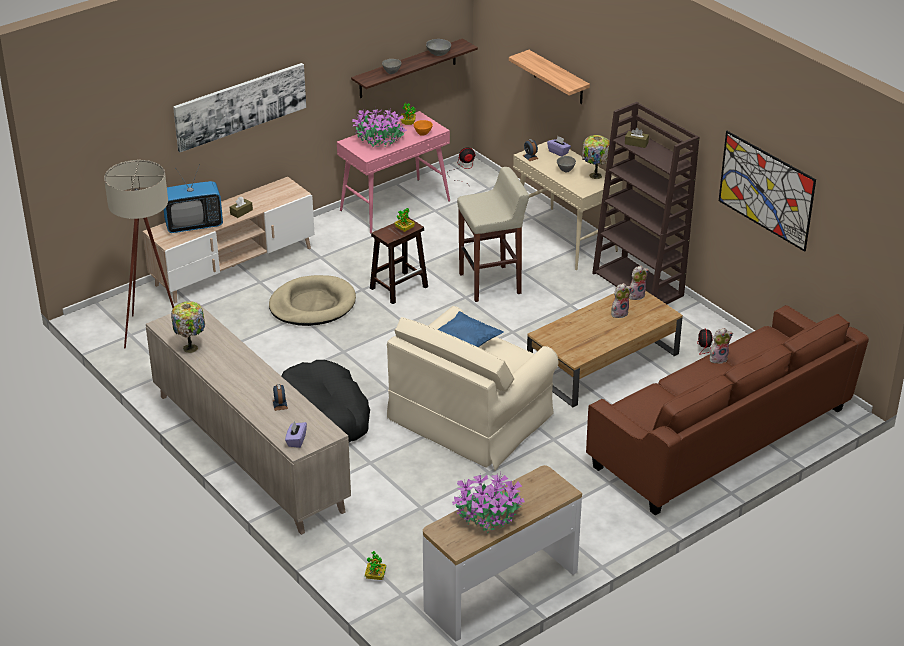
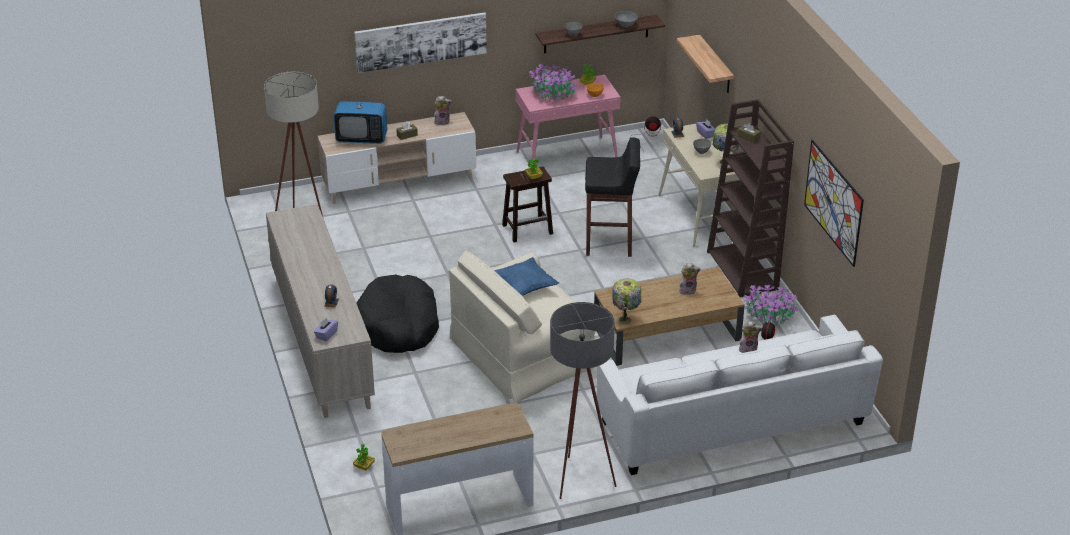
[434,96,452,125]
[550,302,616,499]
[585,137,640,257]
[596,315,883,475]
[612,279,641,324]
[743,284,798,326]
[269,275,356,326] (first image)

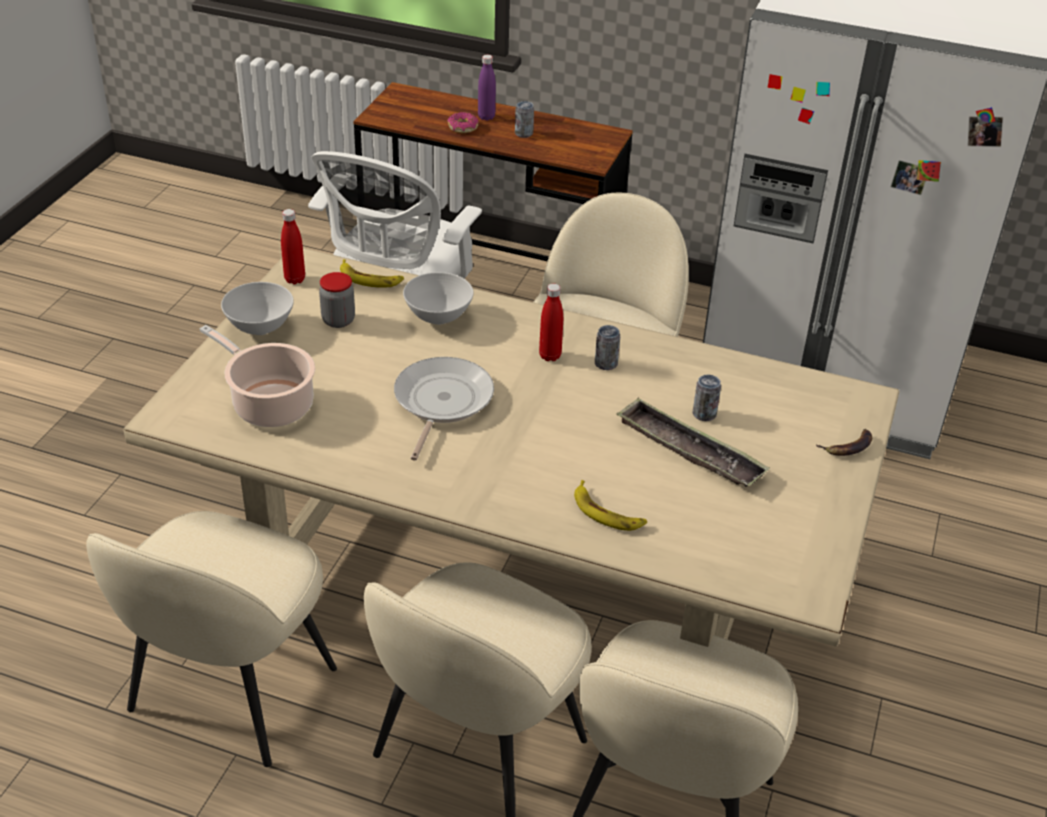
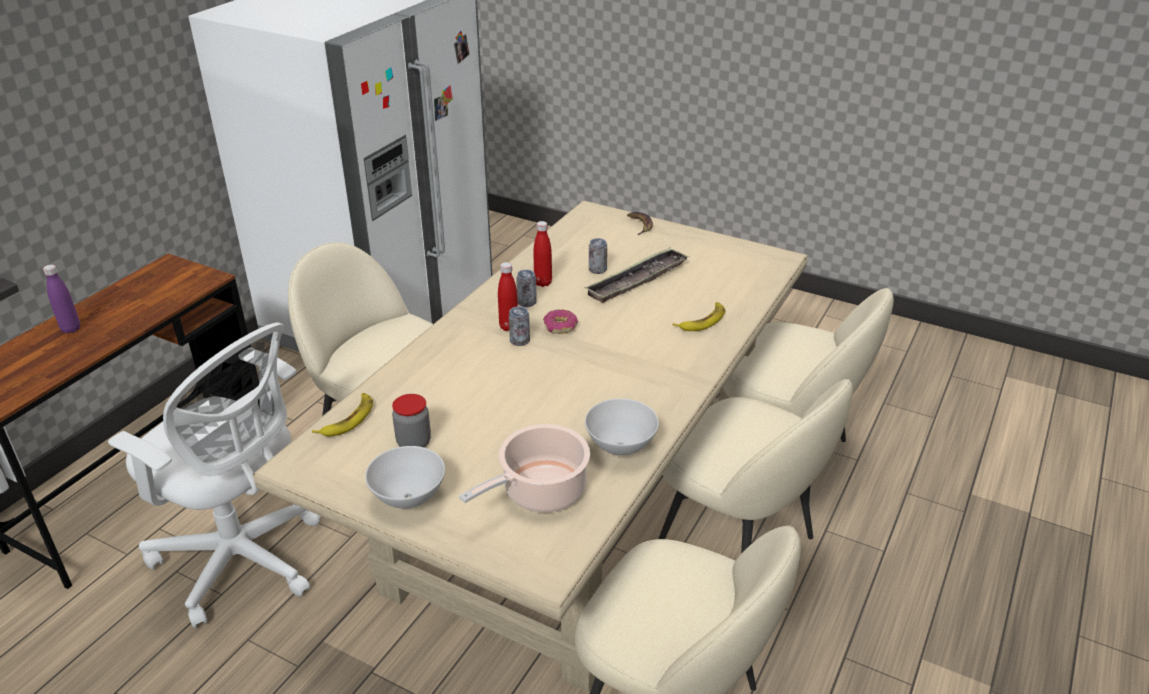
[509,306,530,346]
[533,221,552,287]
[543,309,578,334]
[585,398,659,455]
[394,357,494,461] (first image)

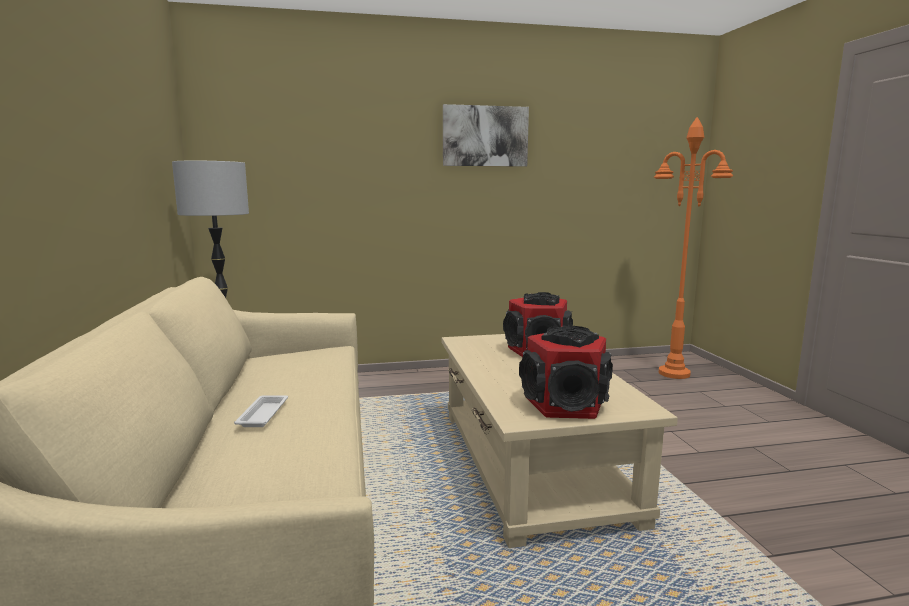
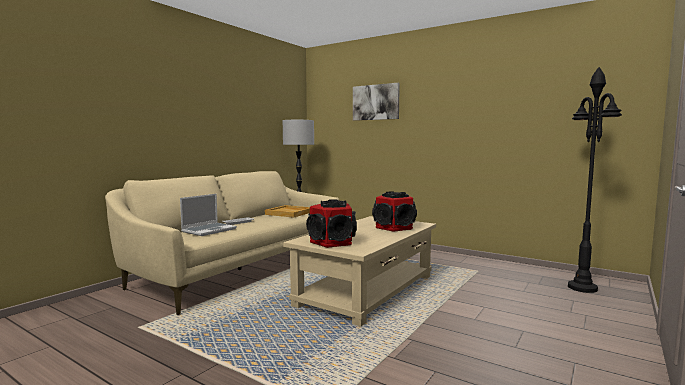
[180,194,237,236]
[265,205,310,218]
[353,83,400,121]
[568,67,622,293]

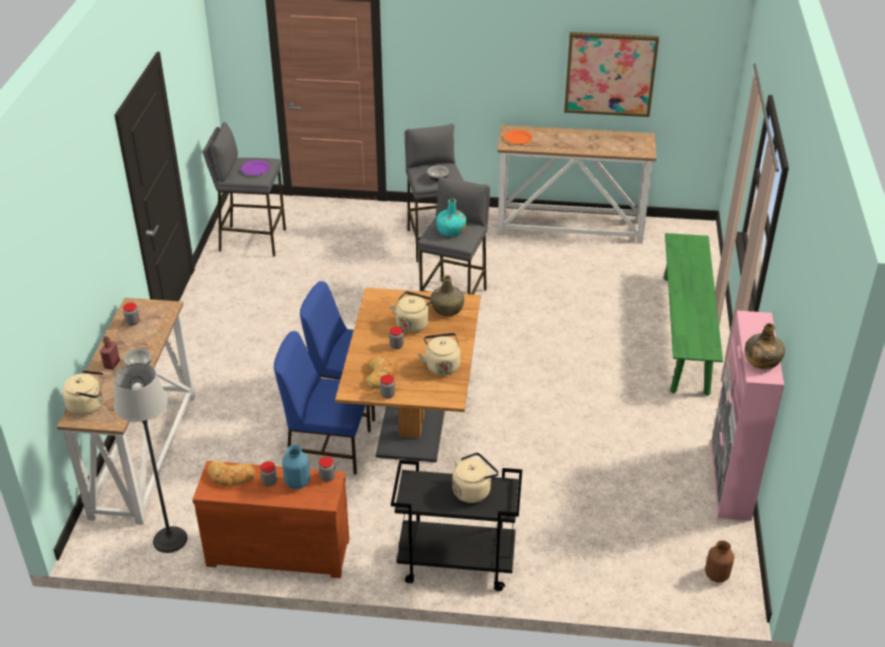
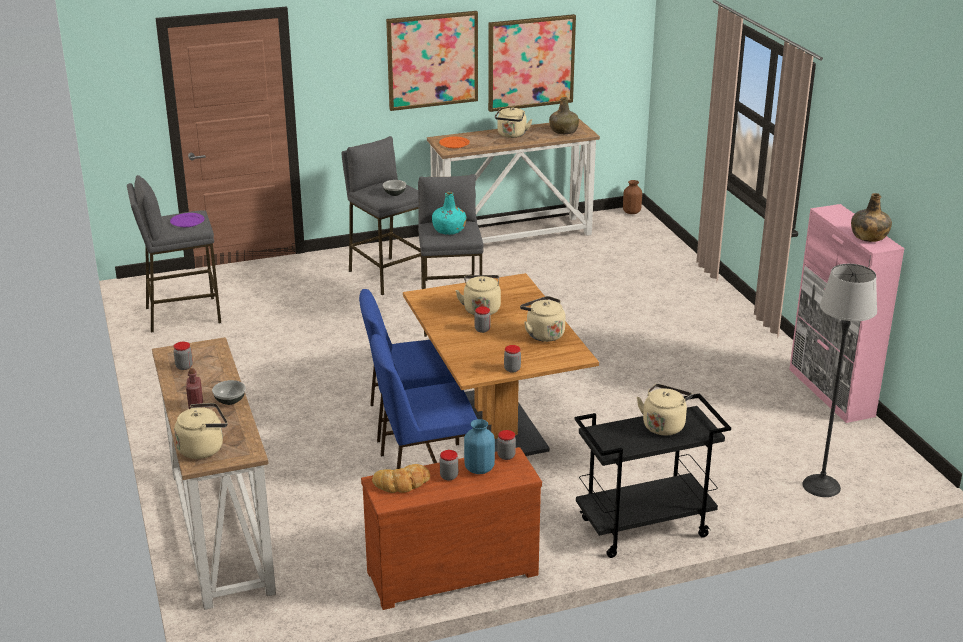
[386,11,478,111]
[495,107,532,138]
[549,97,579,134]
[623,180,642,214]
[802,264,877,497]
[366,356,394,389] (first image)
[663,233,723,396] (first image)

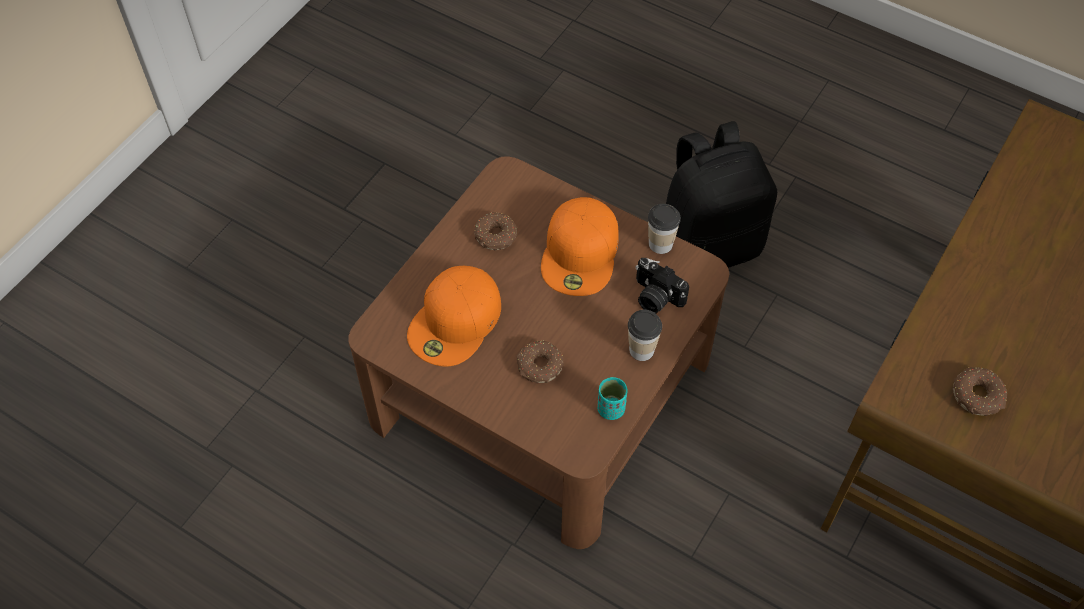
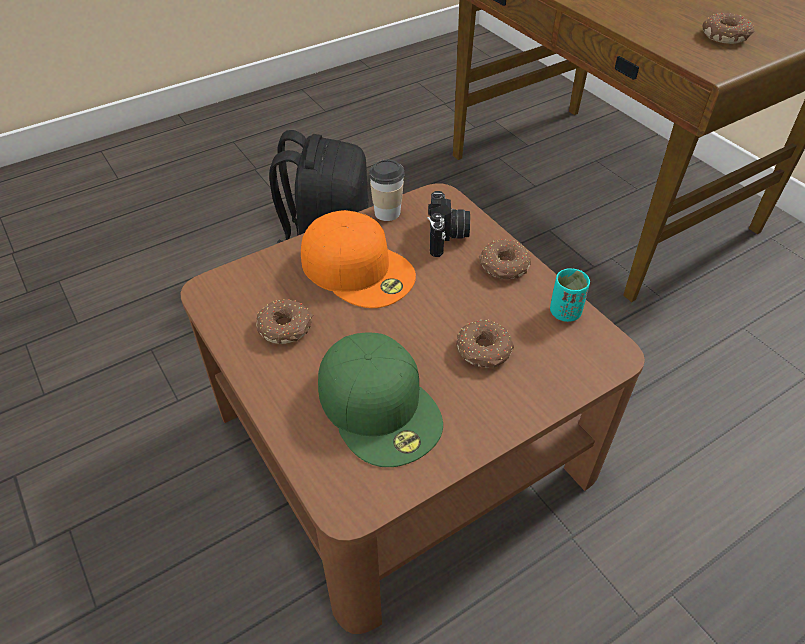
[318,332,443,467]
[427,191,470,257]
[479,239,531,279]

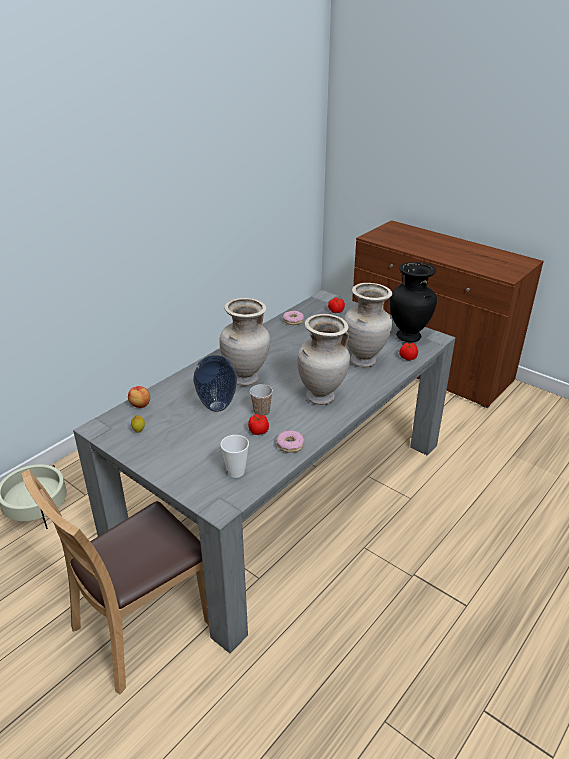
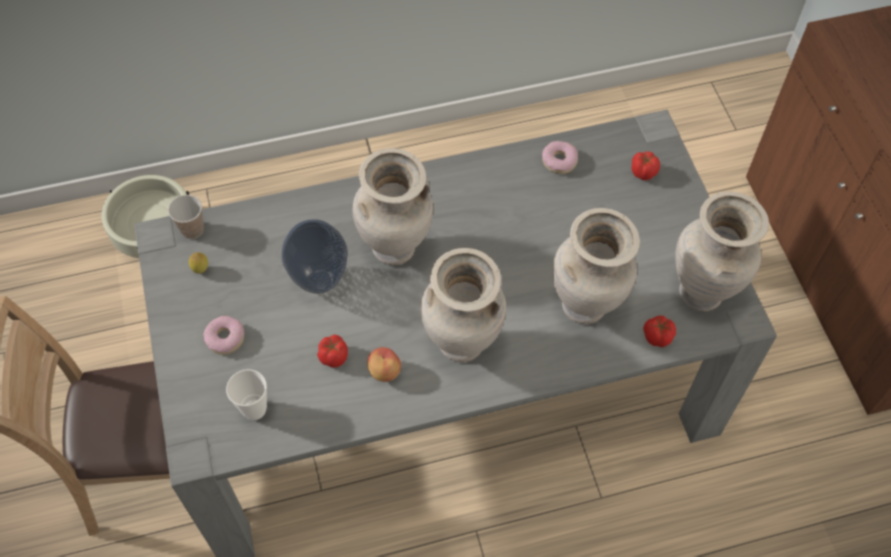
[168,195,204,239]
[204,316,244,355]
[367,347,401,382]
[675,191,769,311]

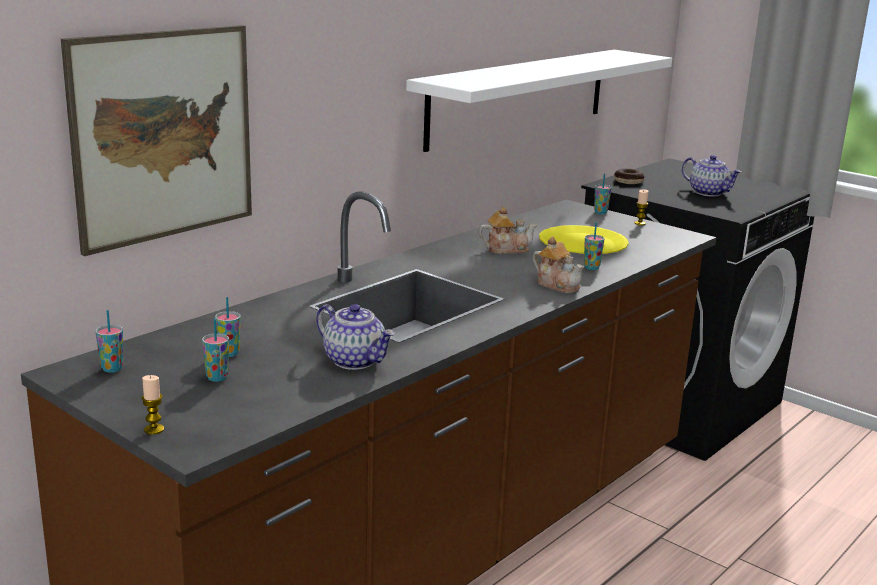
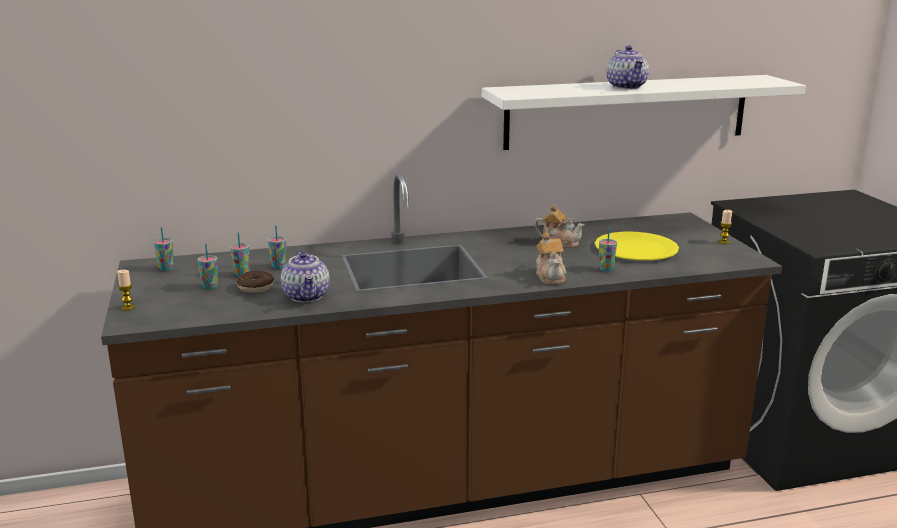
[236,271,274,293]
[268,225,286,269]
[606,45,649,89]
[61,25,252,256] (first image)

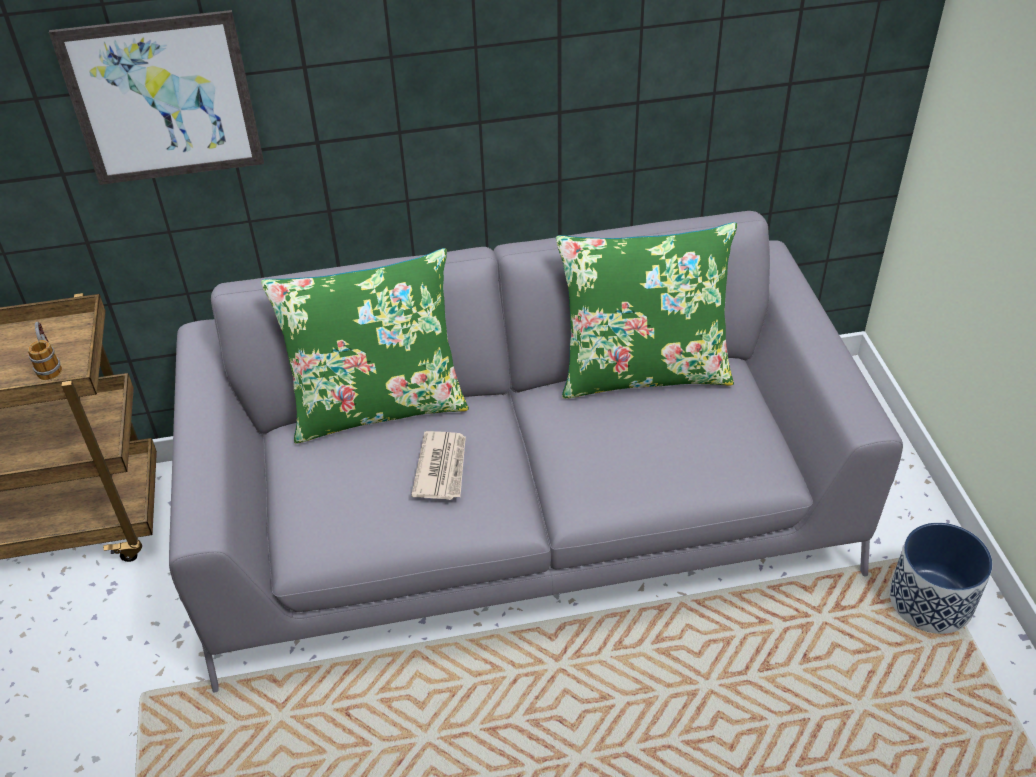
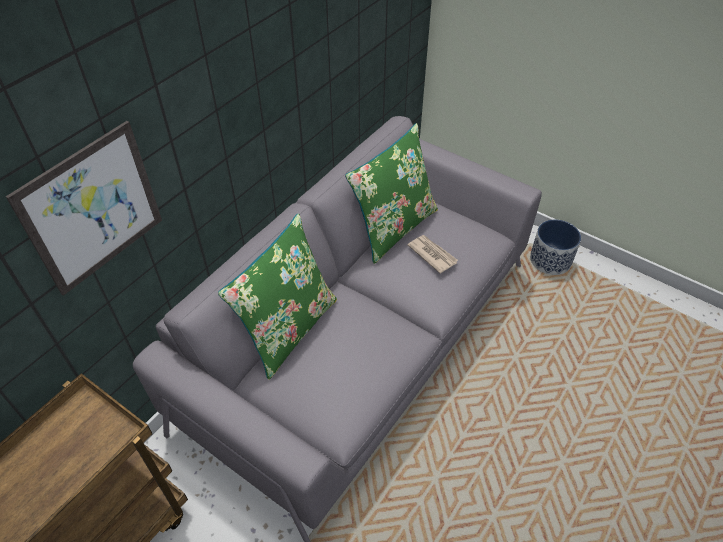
[407,235,458,274]
[28,322,62,380] (first image)

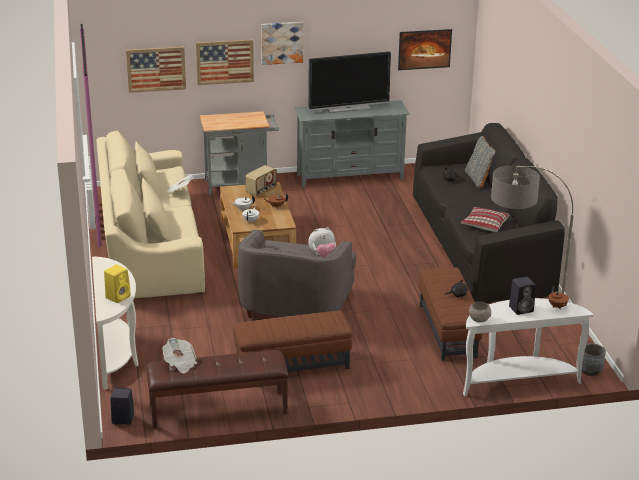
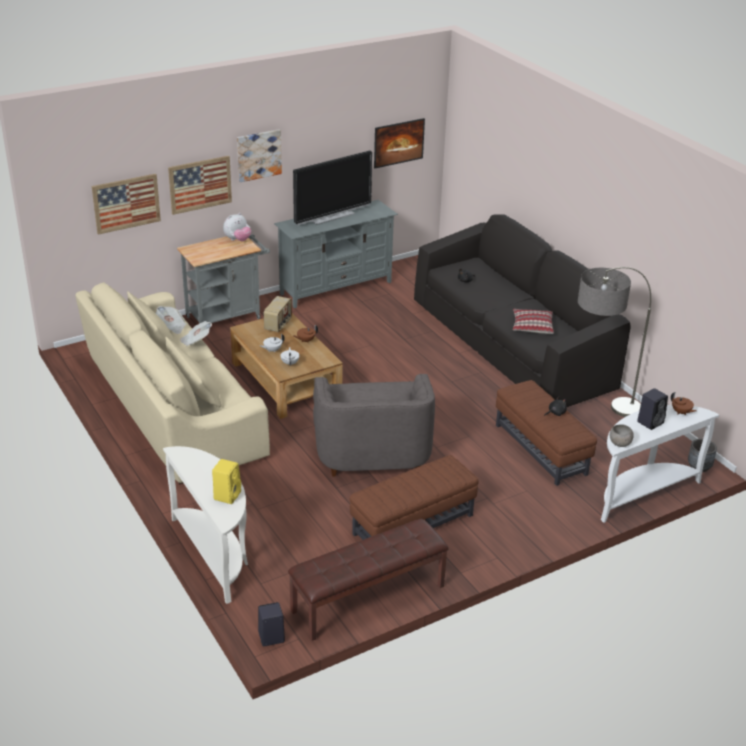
[156,306,187,334]
[223,213,251,241]
[465,136,495,188] (first image)

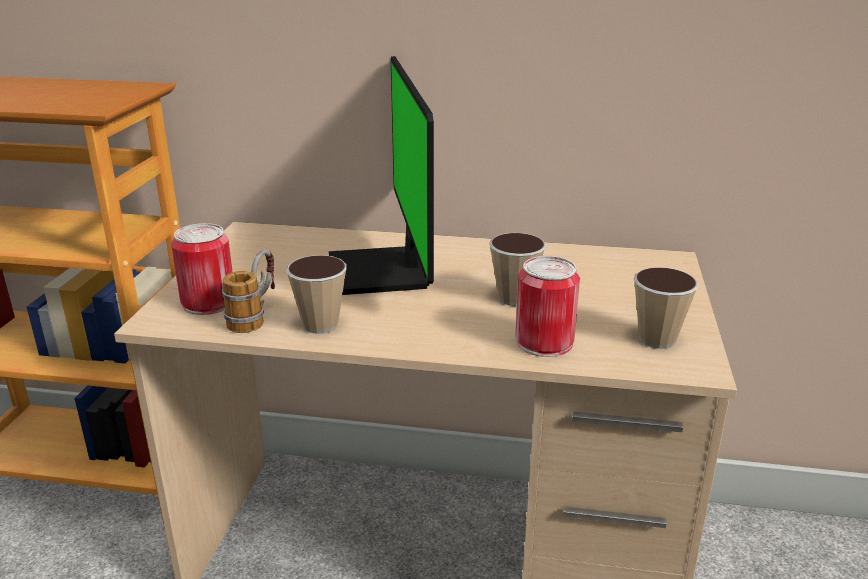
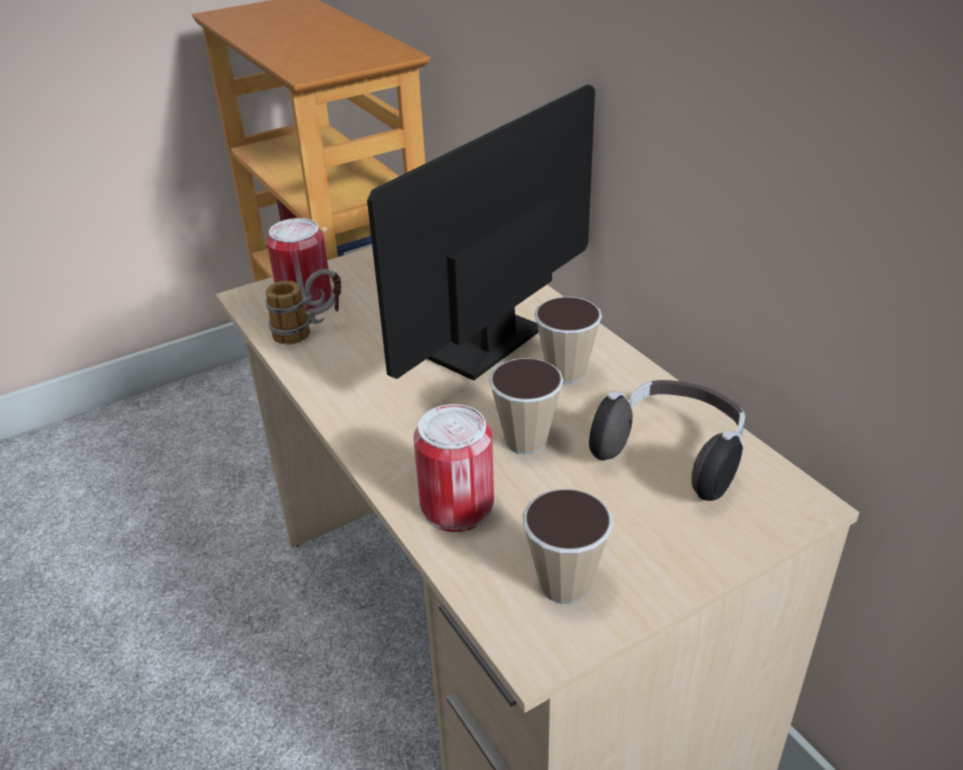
[534,297,602,384]
[589,380,745,501]

